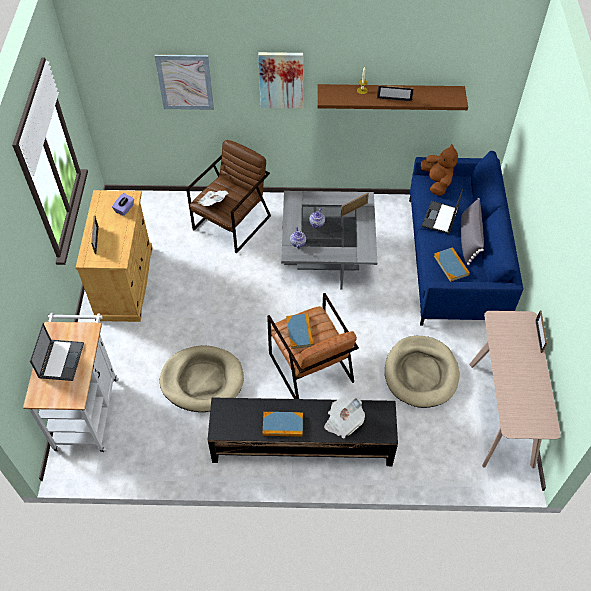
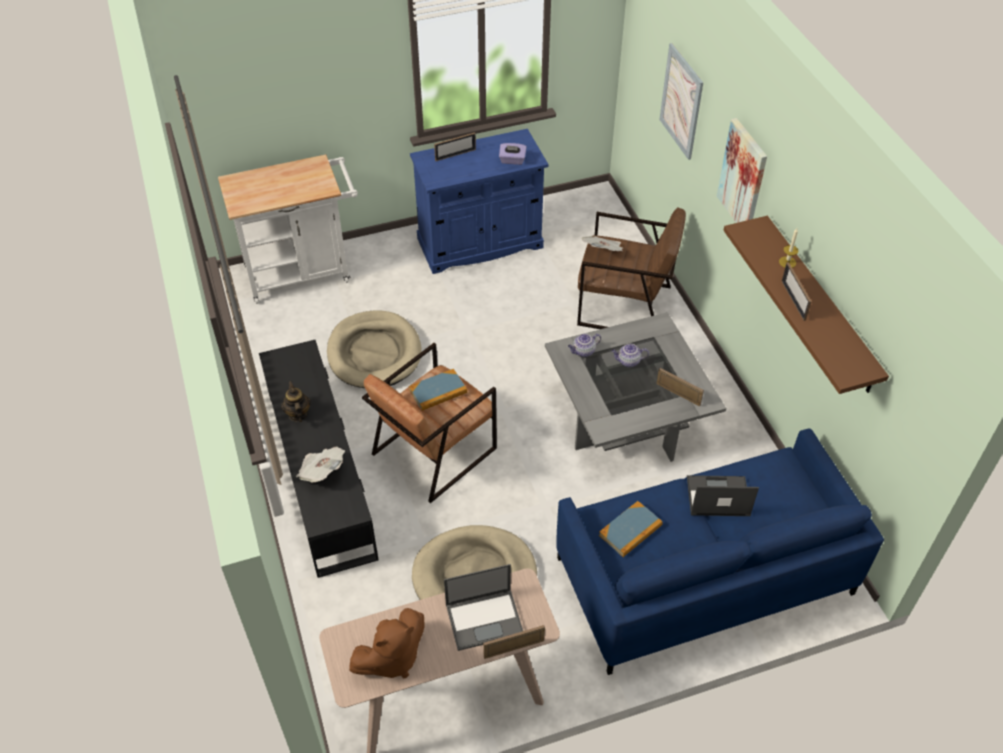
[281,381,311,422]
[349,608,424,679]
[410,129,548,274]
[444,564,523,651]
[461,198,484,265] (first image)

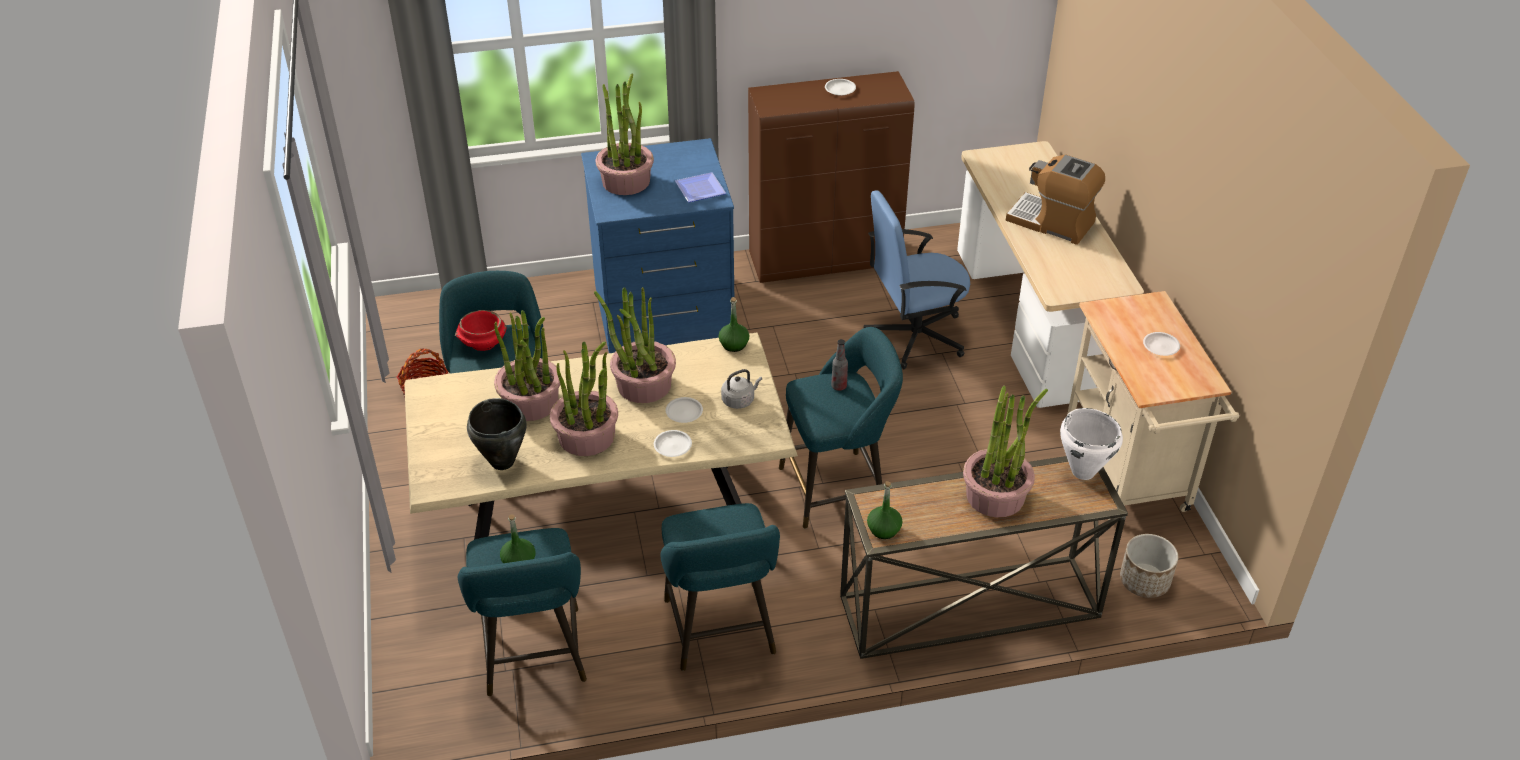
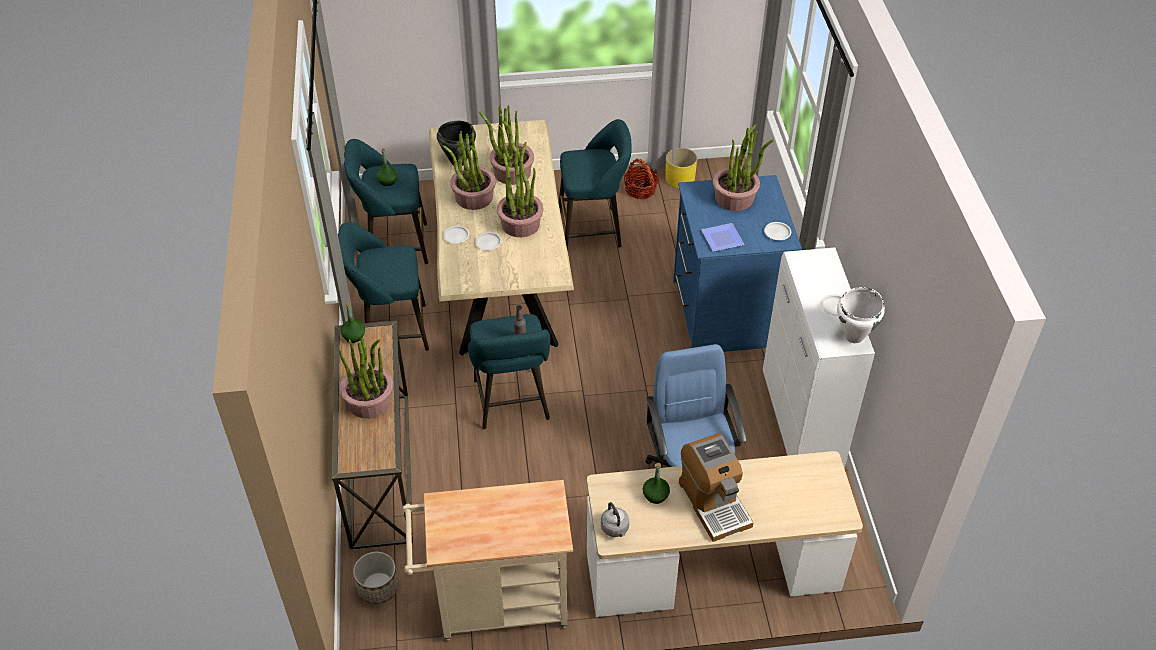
[601,502,629,537]
[642,463,670,504]
[665,148,697,188]
[679,433,754,542]
[763,248,875,469]
[764,222,791,240]
[837,287,885,343]
[456,310,506,351] (first image)

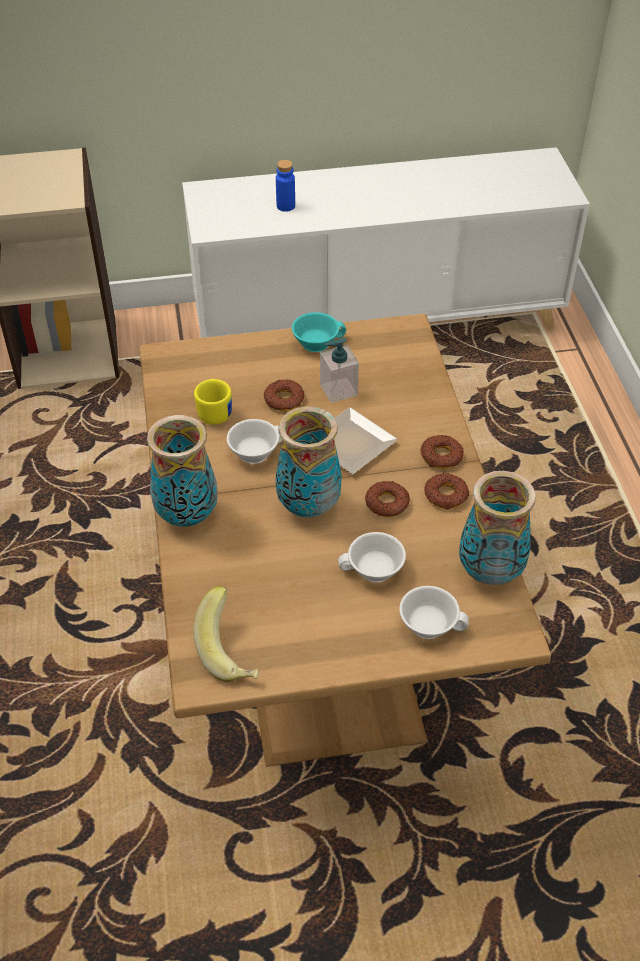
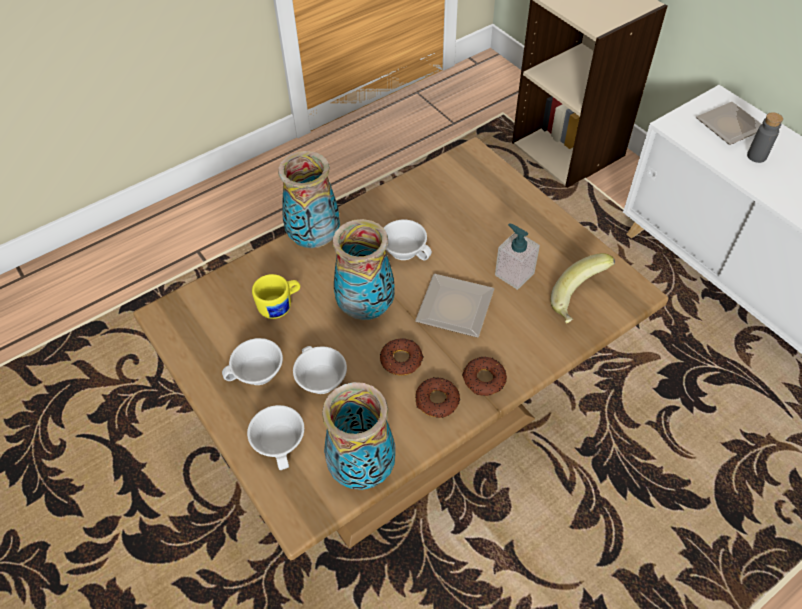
[222,338,283,385]
[252,274,300,319]
[550,253,615,324]
[696,102,761,145]
[747,112,783,163]
[264,379,305,411] (first image)
[292,312,346,352] (first image)

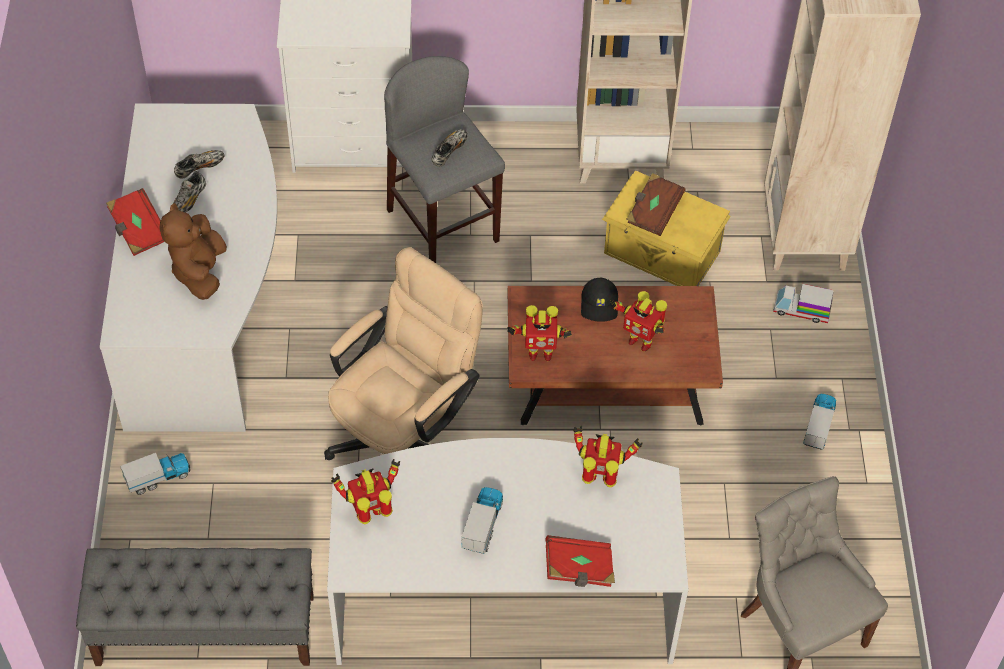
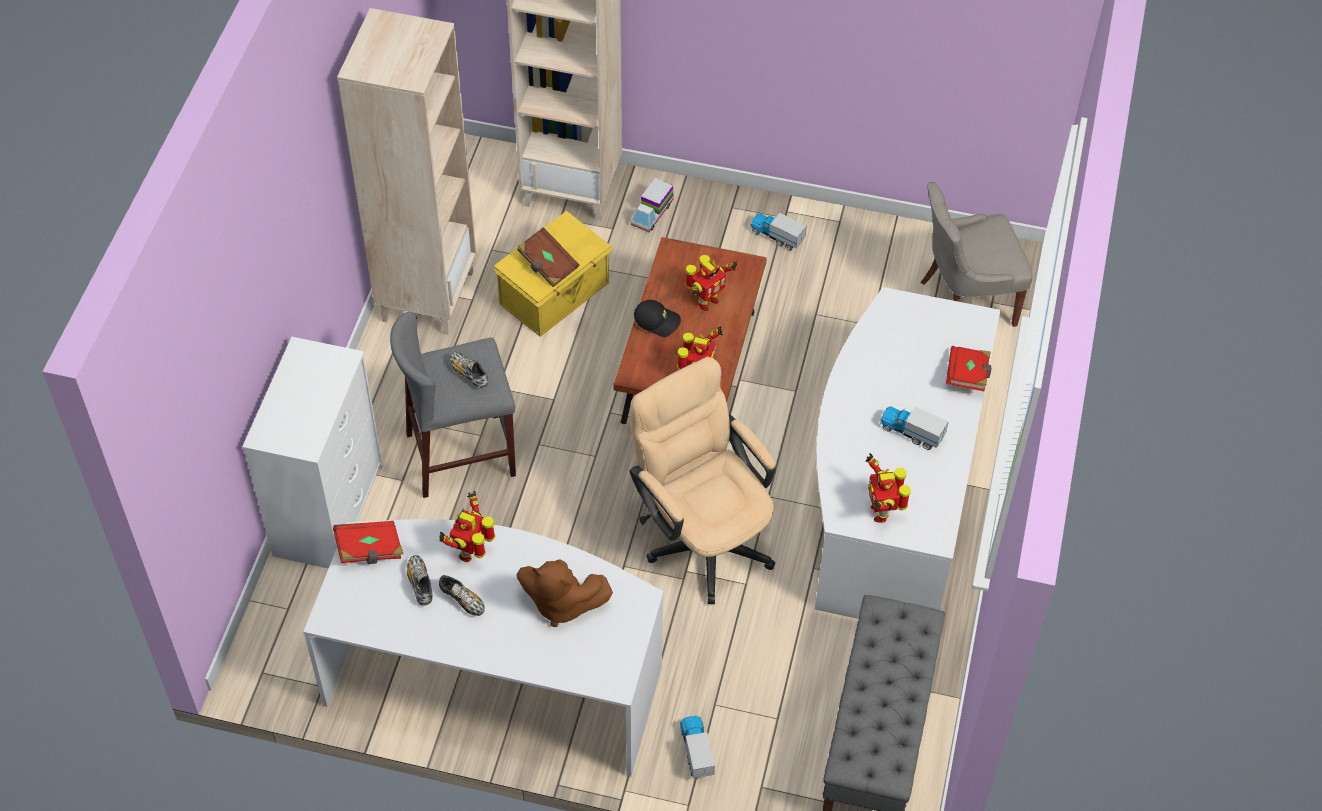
[333,521,403,564]
[439,491,495,562]

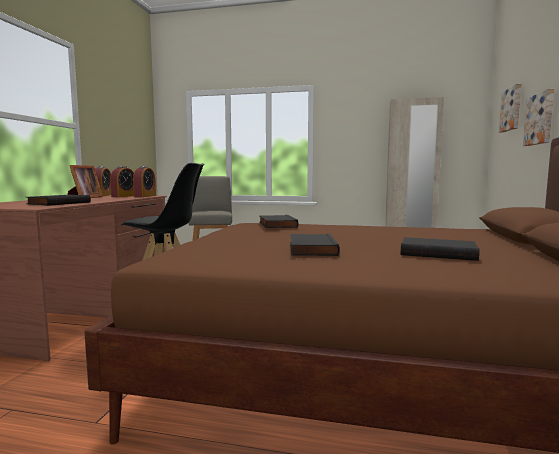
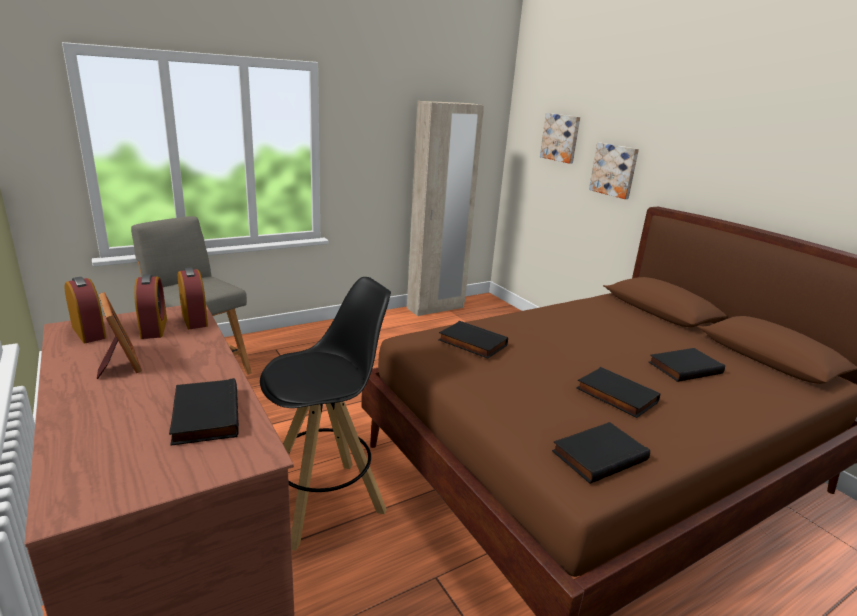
[552,422,650,484]

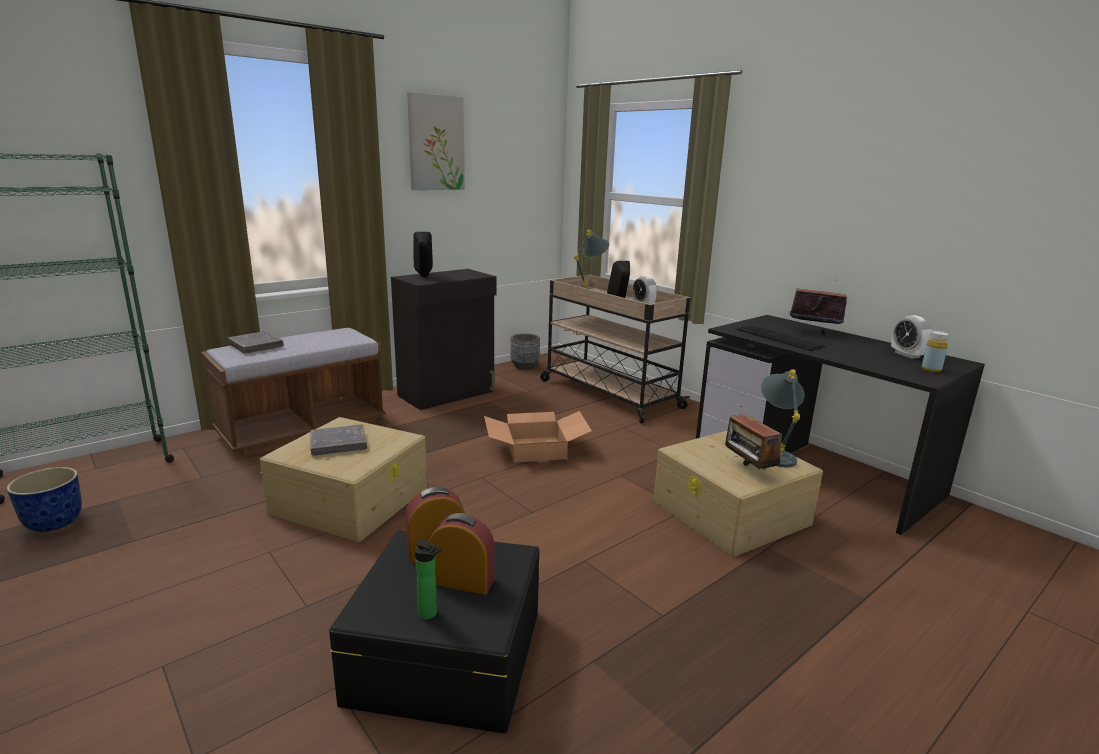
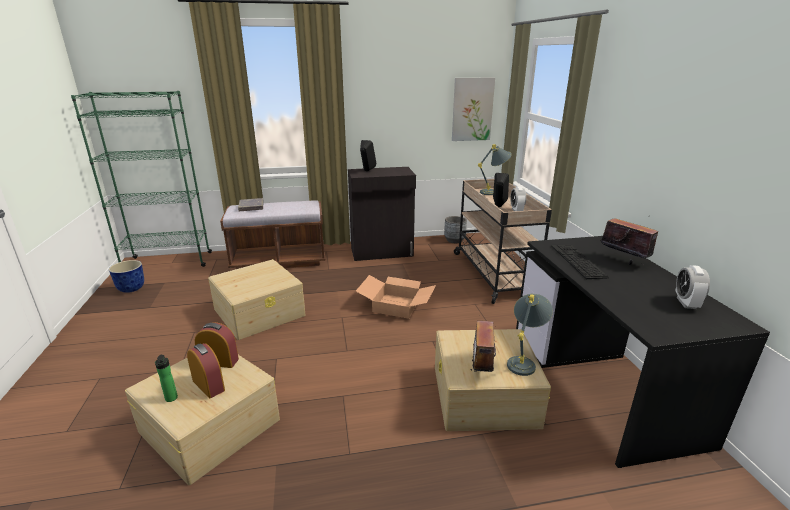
[125,355,280,485]
[452,77,495,141]
[310,424,367,456] (first image)
[922,331,949,372] (first image)

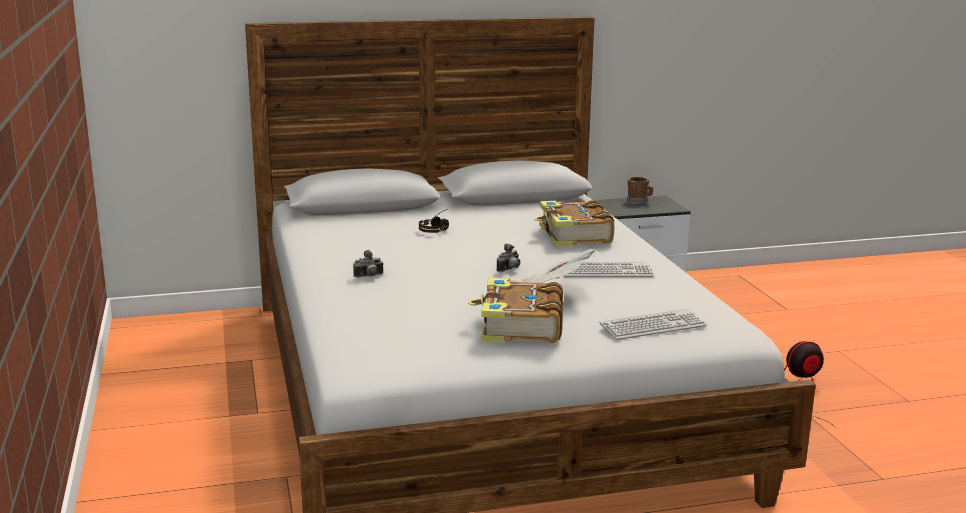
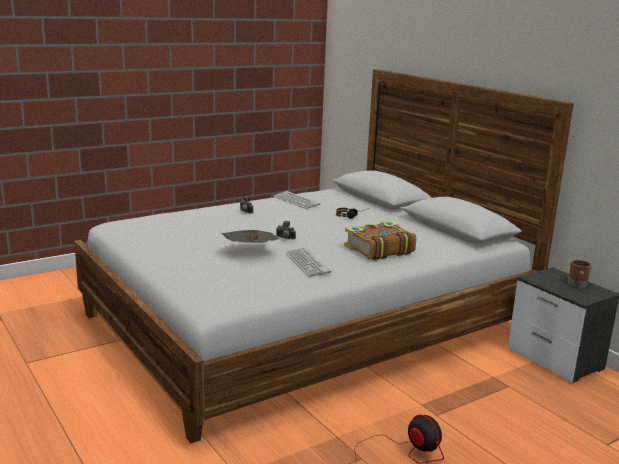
[274,191,320,209]
[468,278,563,343] (first image)

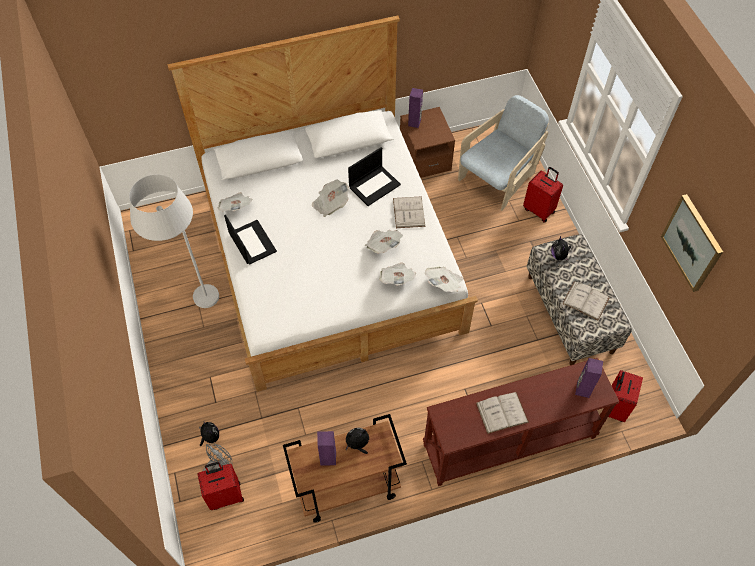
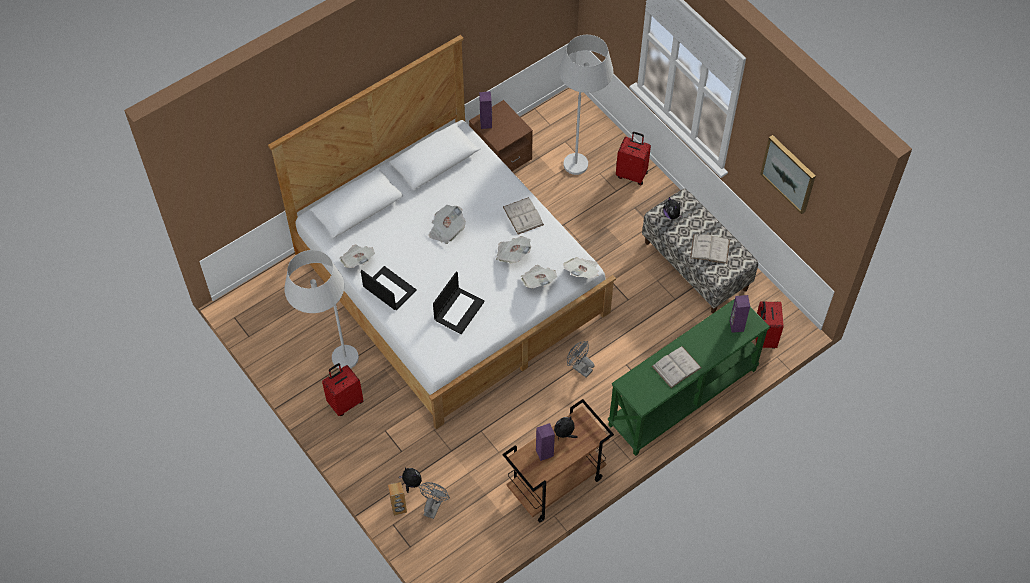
[322,363,363,416]
[388,482,407,516]
[433,271,485,334]
[559,35,613,175]
[567,341,595,378]
[608,295,770,456]

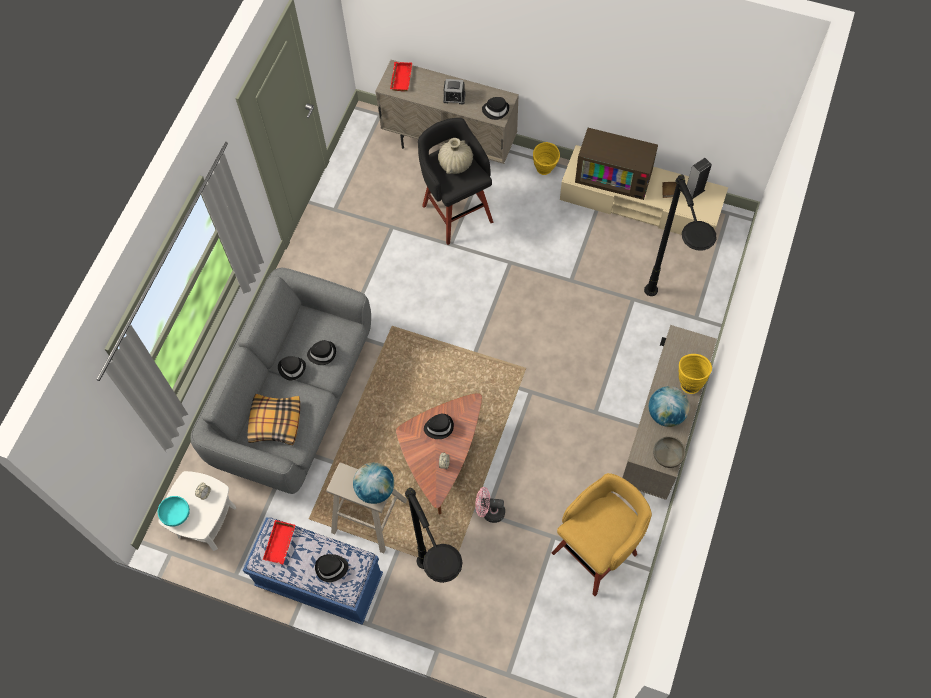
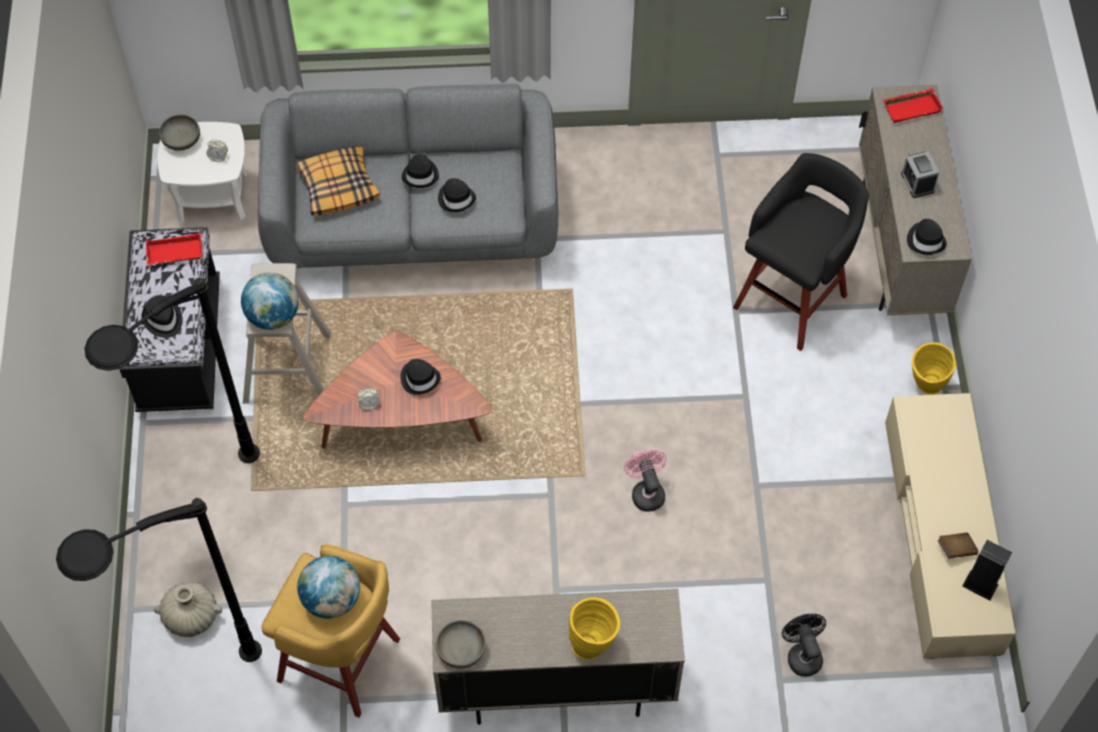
[56,498,262,662]
[119,227,220,412]
[154,582,222,637]
[159,114,200,151]
[297,556,360,619]
[624,449,667,512]
[782,614,826,677]
[575,128,658,200] (first image)

